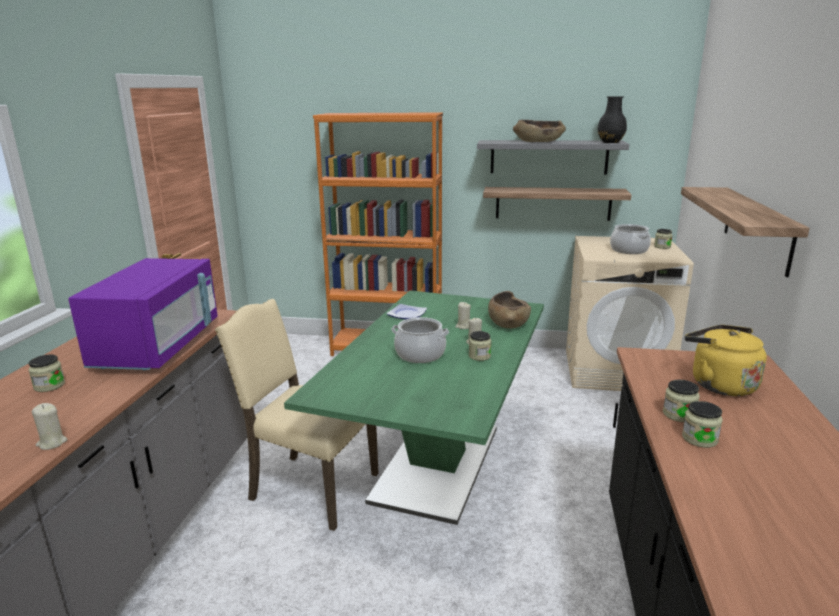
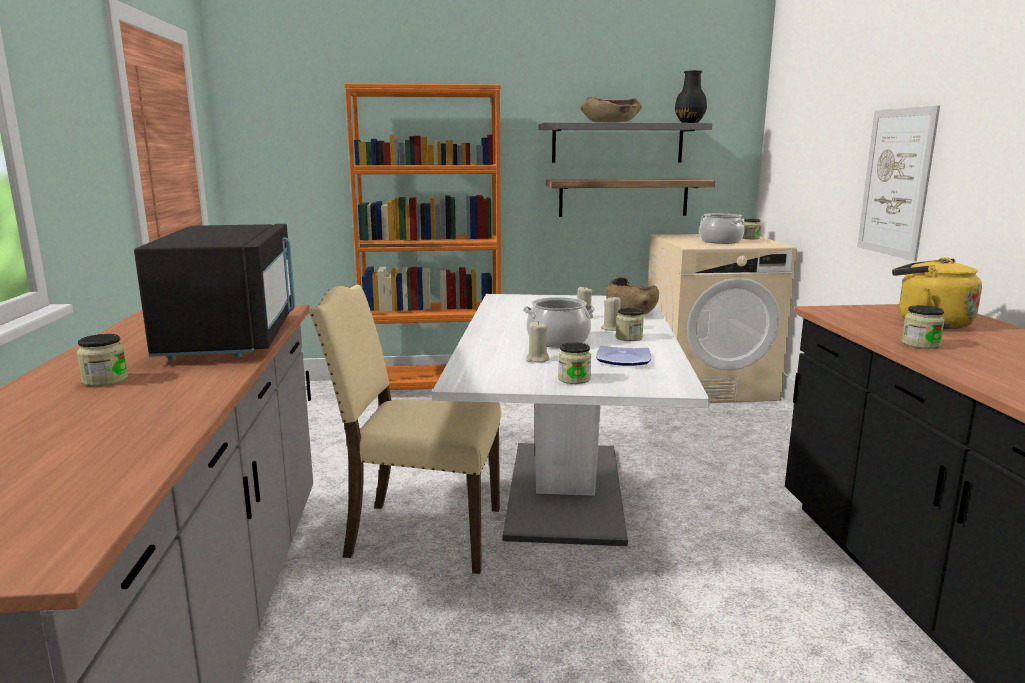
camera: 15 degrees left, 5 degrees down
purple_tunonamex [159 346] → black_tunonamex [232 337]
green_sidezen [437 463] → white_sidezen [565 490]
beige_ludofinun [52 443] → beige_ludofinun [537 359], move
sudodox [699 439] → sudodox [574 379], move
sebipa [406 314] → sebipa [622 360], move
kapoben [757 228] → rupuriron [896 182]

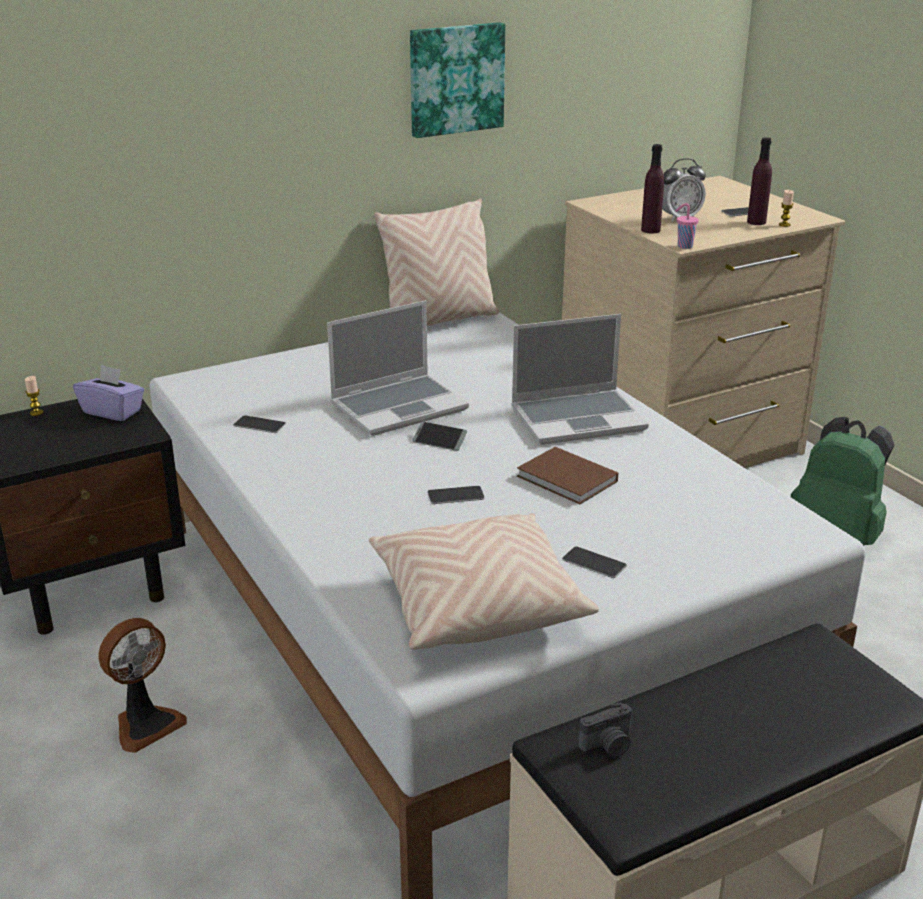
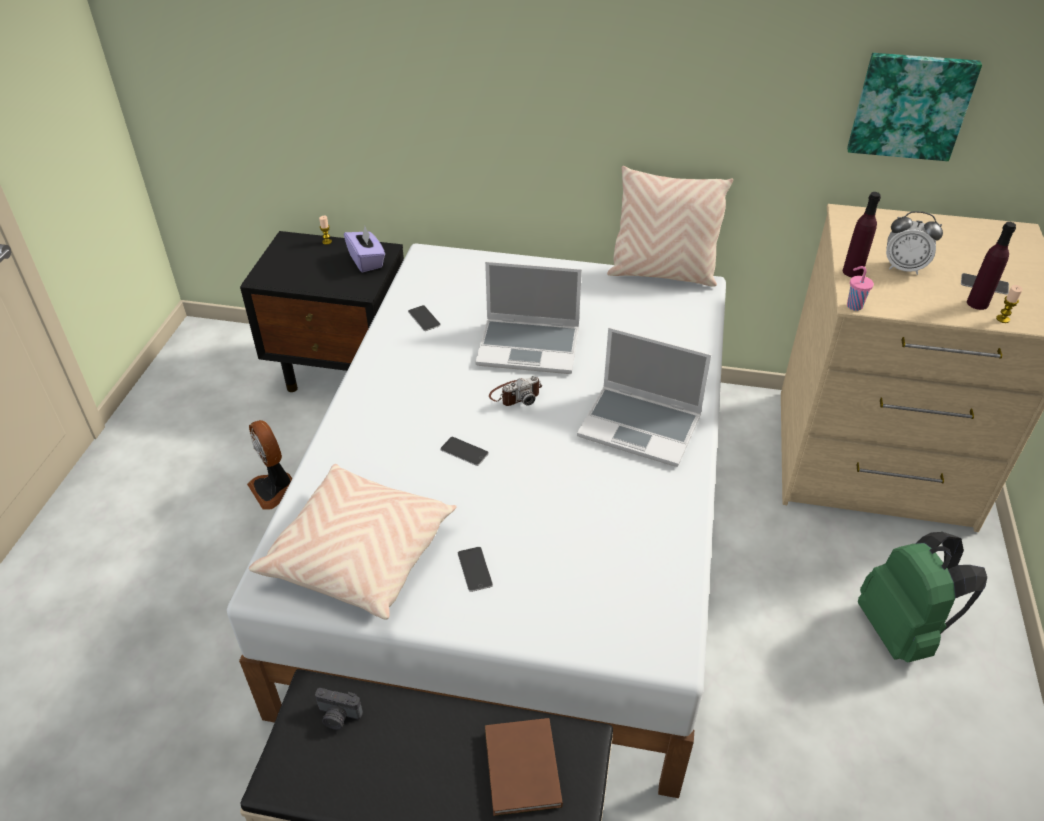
camera: 40 degrees right, 15 degrees up
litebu [145 724] → litebu [274 488], 60 degrees clockwise
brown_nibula [568 480] → brown_nibula [521 770], move
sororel [439 441] → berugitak [515 395]
rupuriron [455 79] → rupuriron [910 105], move

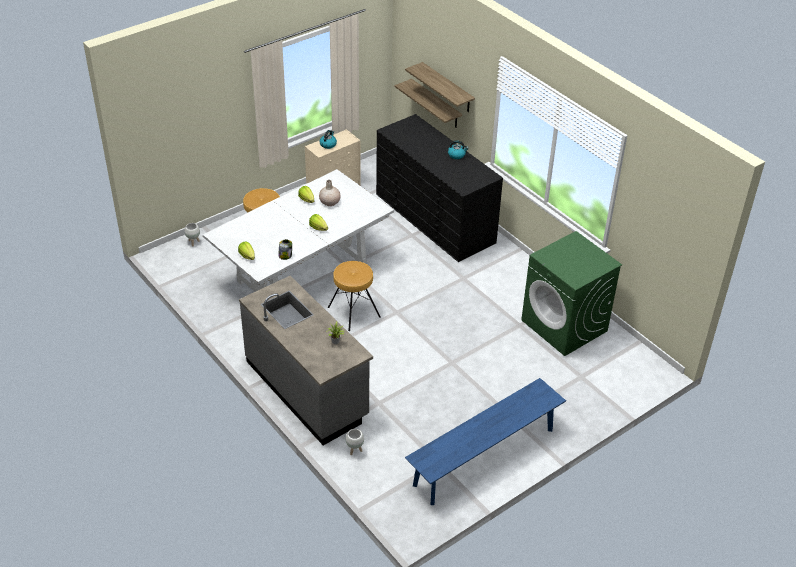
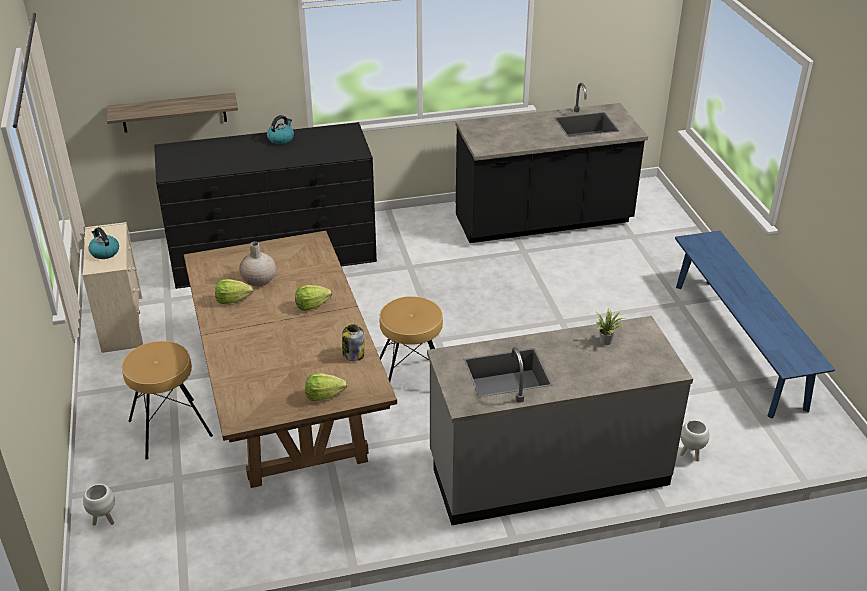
camera: 65 degrees left, 5 degrees down
white_sidezen [301 274] → brown_sidezen [291 409]
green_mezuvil [564 326] → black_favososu [543 221]
kapoben [447 88] → -

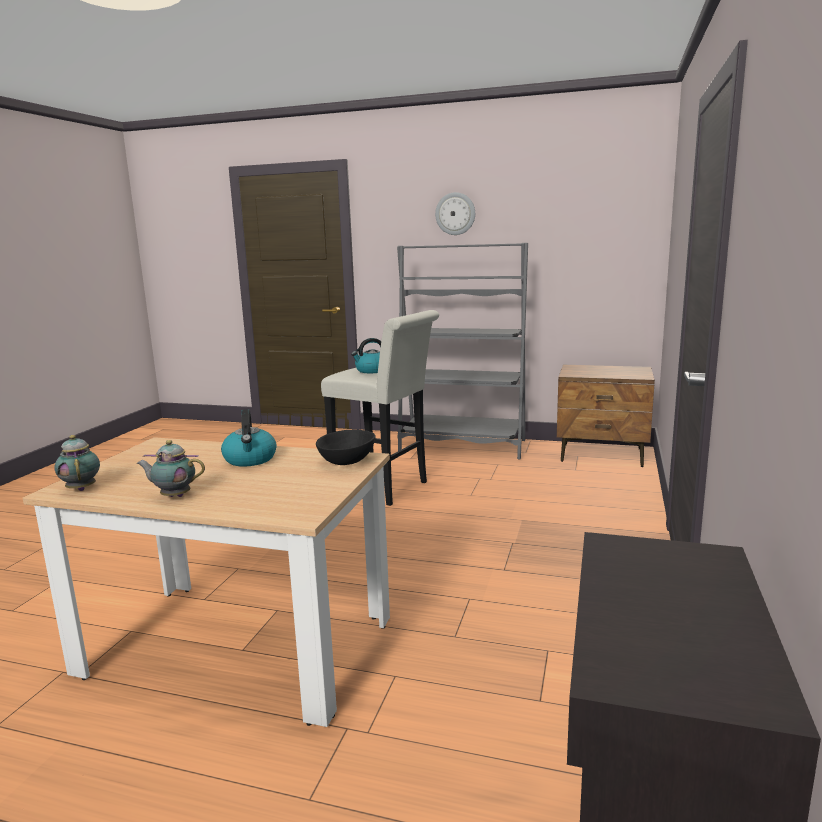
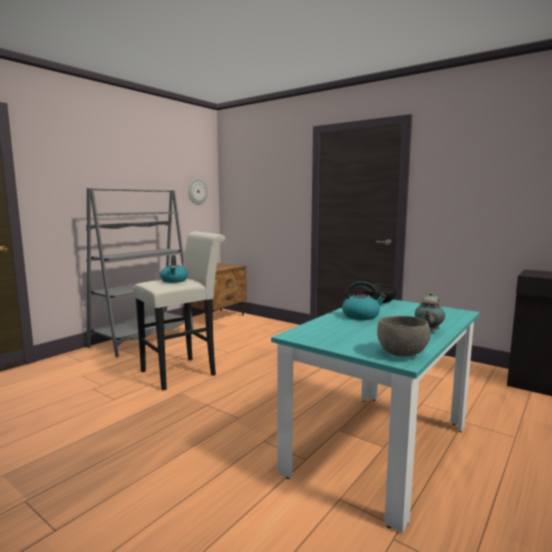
camera: 70 degrees left, 5 degrees down
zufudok [455 214] → zufudok [197 191], move
beige_sidezen [238 646] → turquoise_sidezen [379 448]
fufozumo [82 488] → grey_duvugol [402 354]

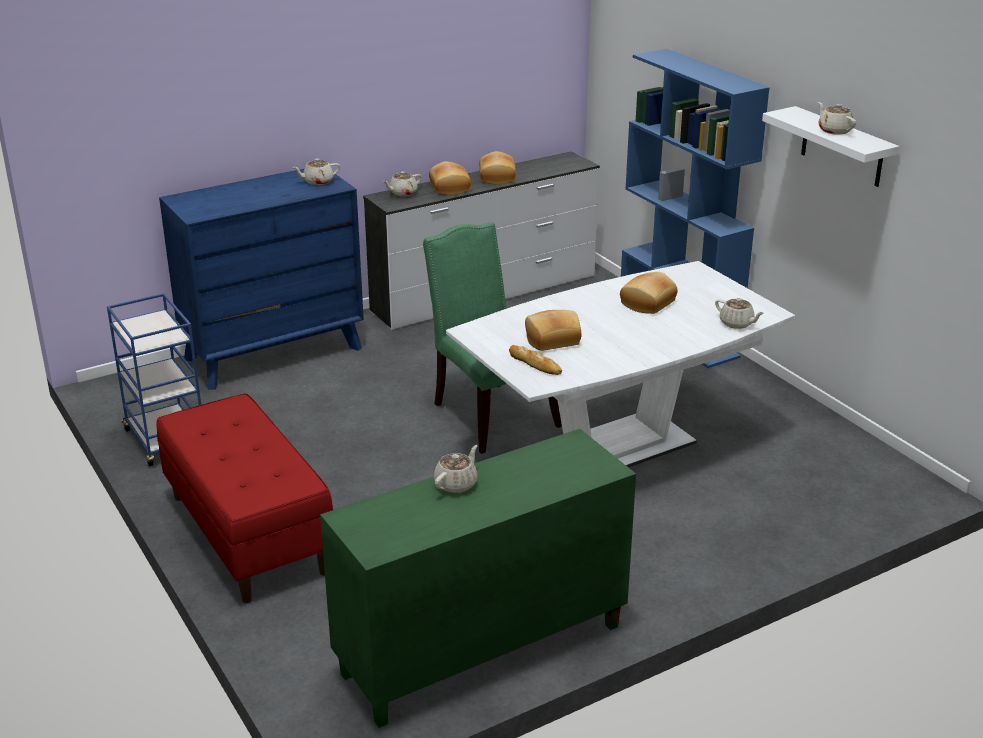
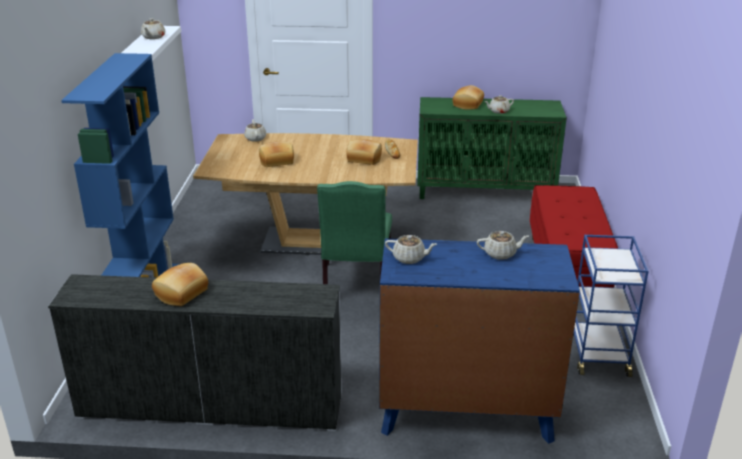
camera: 145 degrees left, 0 degrees up
white_sidezen [615 447] → brown_sidezen [313 242]
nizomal [448 188] → nizomal [468 104], move
beige_fufozumo [402 193] → beige_fufozumo [500 254], move

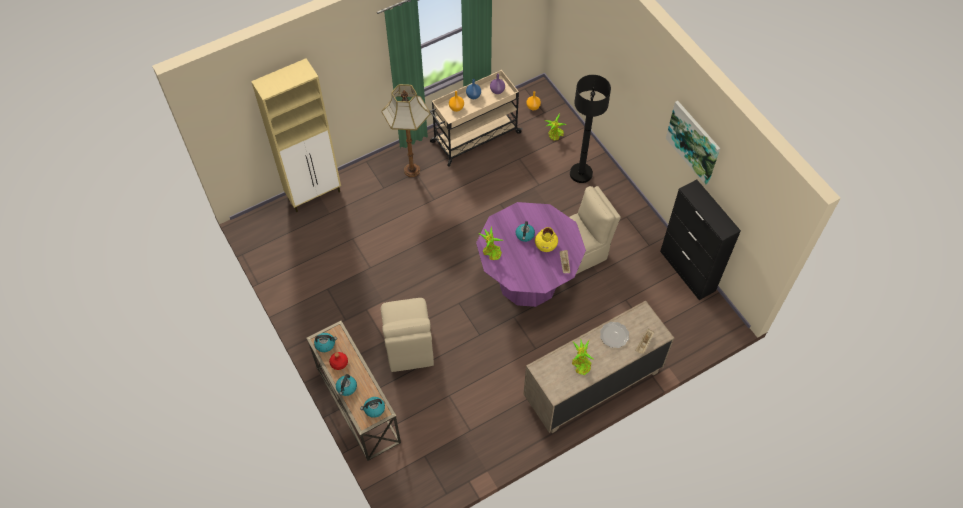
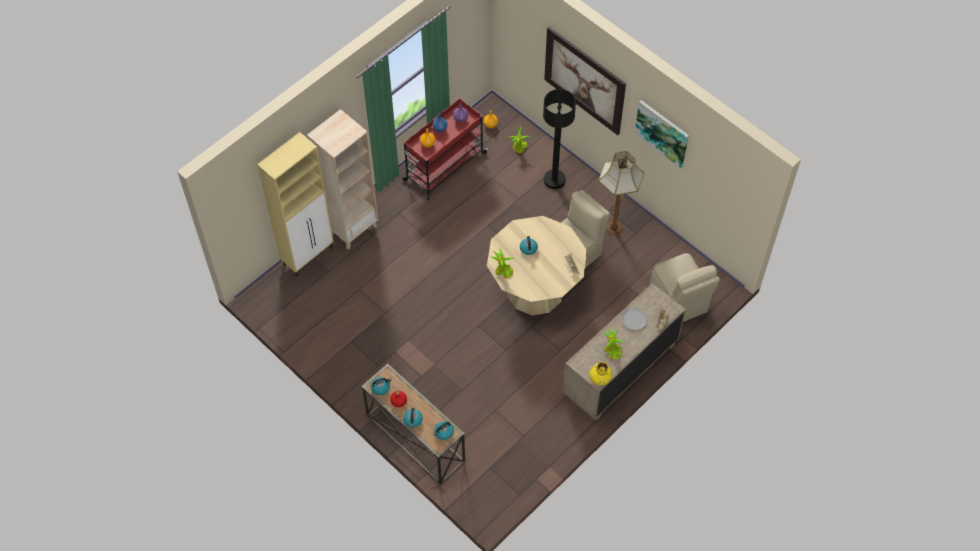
camera: 15 degrees left, 0 degrees up
- → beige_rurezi [351 227]
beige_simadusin [474 138] → red_simadusin [444 167]
purple_sidezen [528 280] → beige_sidezen [535 290]
- → rupuriron [584 80]
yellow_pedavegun [545 245] → yellow_pedavegun [599 378], move
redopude [411 170] → redopude [613 228], move
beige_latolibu [408 346] → beige_latolibu [678 300], move
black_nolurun [687 271] → -

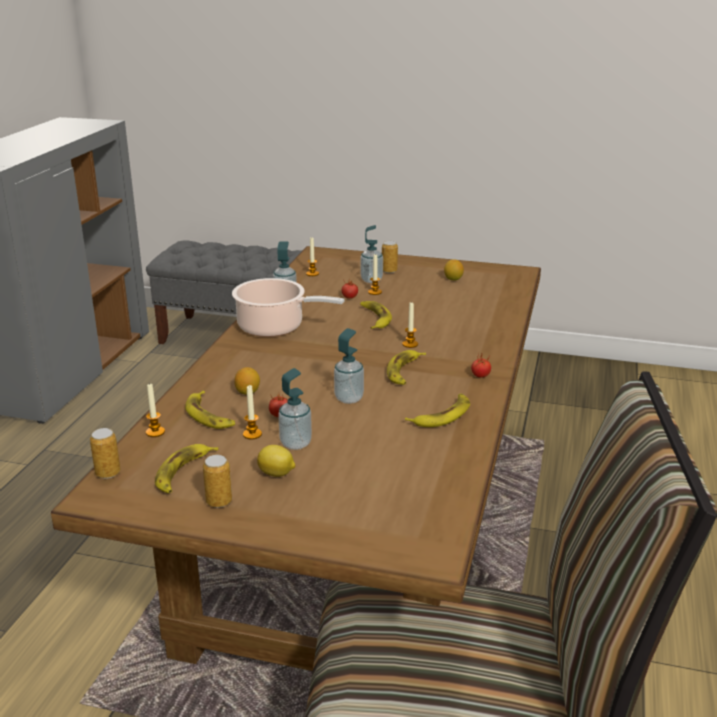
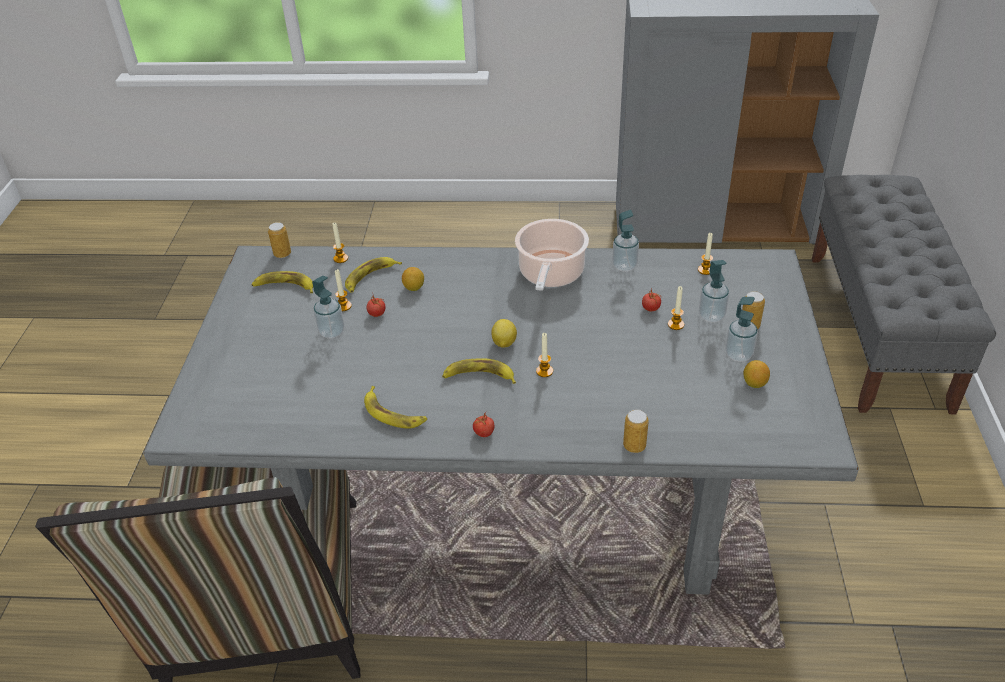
camera: 80 degrees right, 15 degrees up
brown_sidezen [356 544] → grey_sidezen [512 493]
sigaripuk [277 474] → sigaripuk [504 343], move
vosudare [219 502] → vosudare [634 446], move
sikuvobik [349 398] → sikuvobik [738 355], move
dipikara [374 318] → -

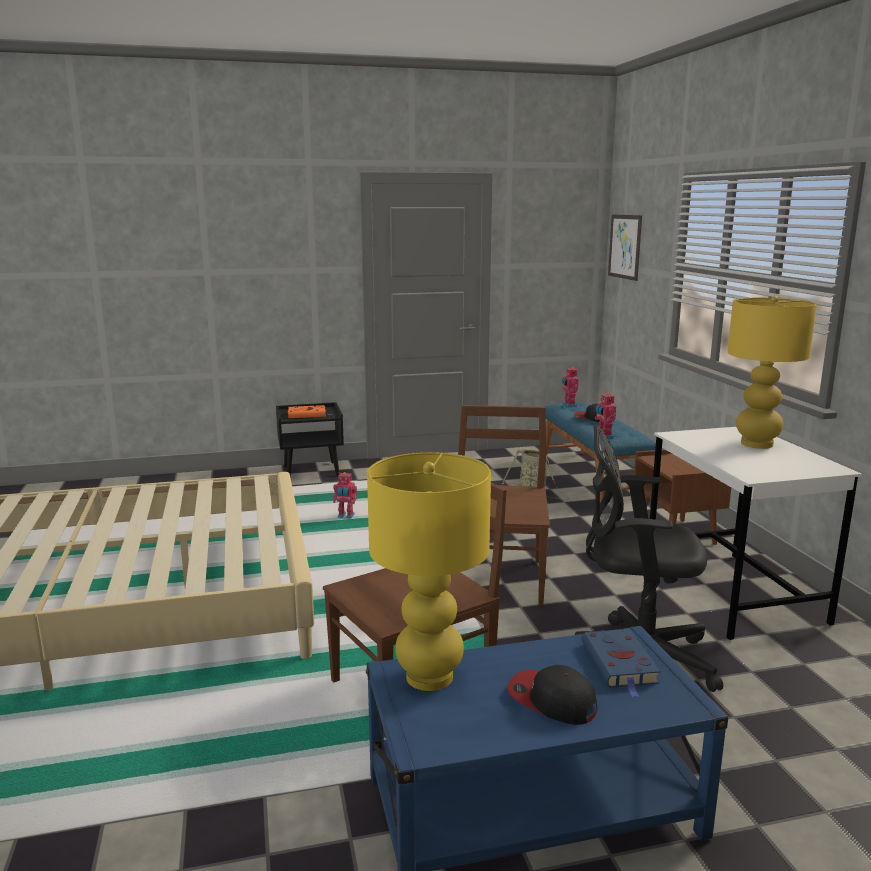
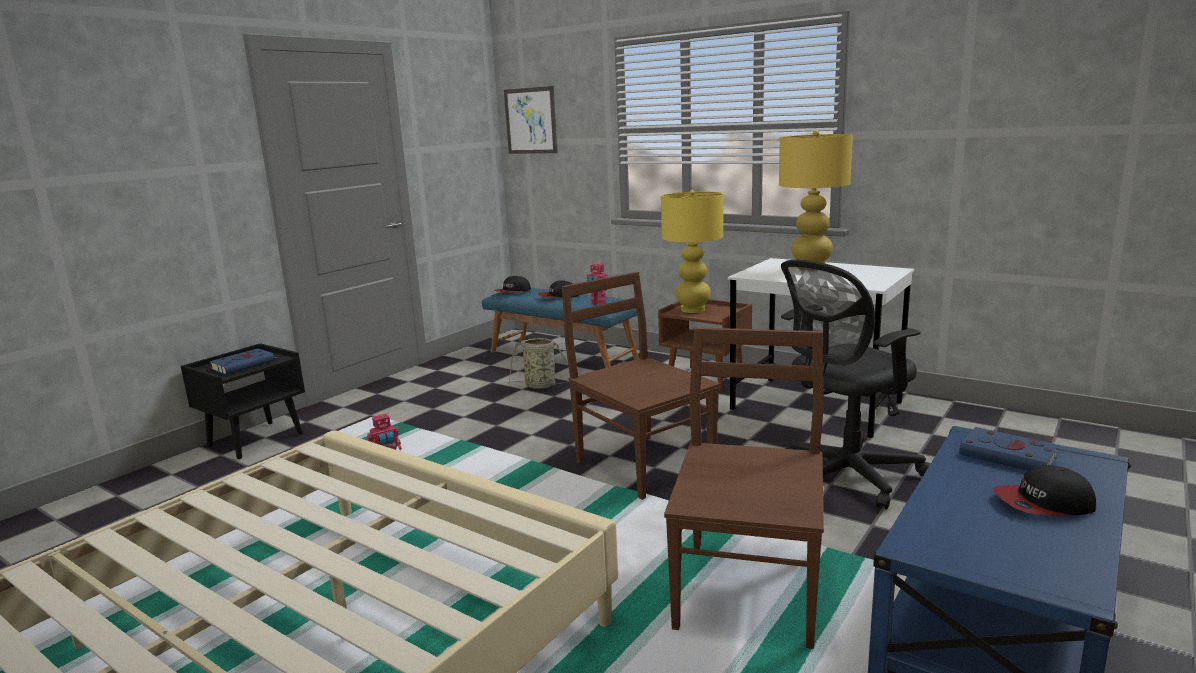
camera: 40 degrees left, 0 degrees up
orange_nibula [308 415] → blue_nibula [245 365]
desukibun [569 405] → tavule [513 291]
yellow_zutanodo [429 677] → yellow_zutanodo [693 309], move

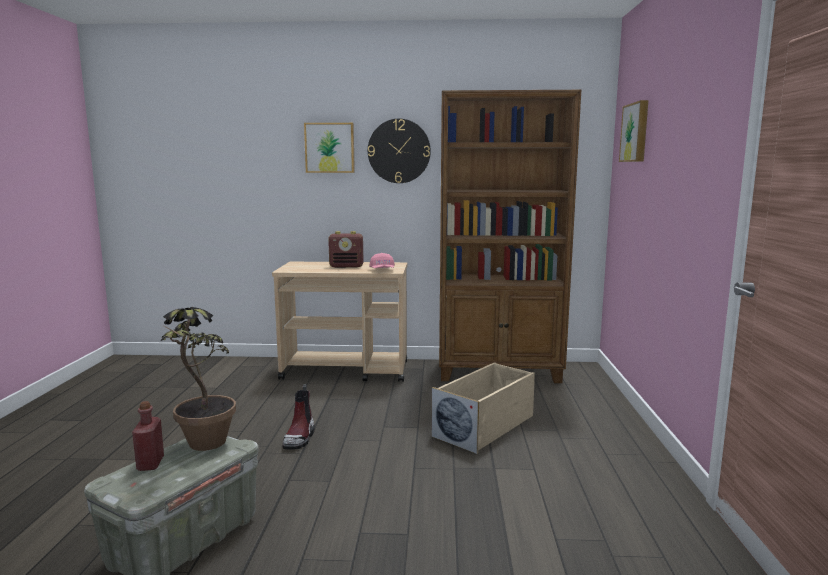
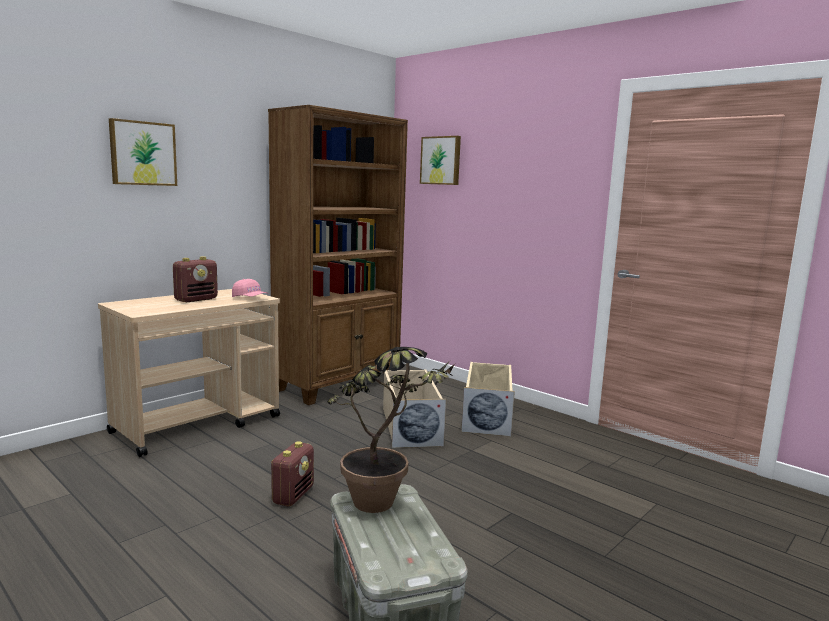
camera: 50 degrees left, 0 degrees up
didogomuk [299 438] → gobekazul [293 495]
- → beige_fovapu [487 415]
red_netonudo [150 463] → -
zufudok [399 151] → -

